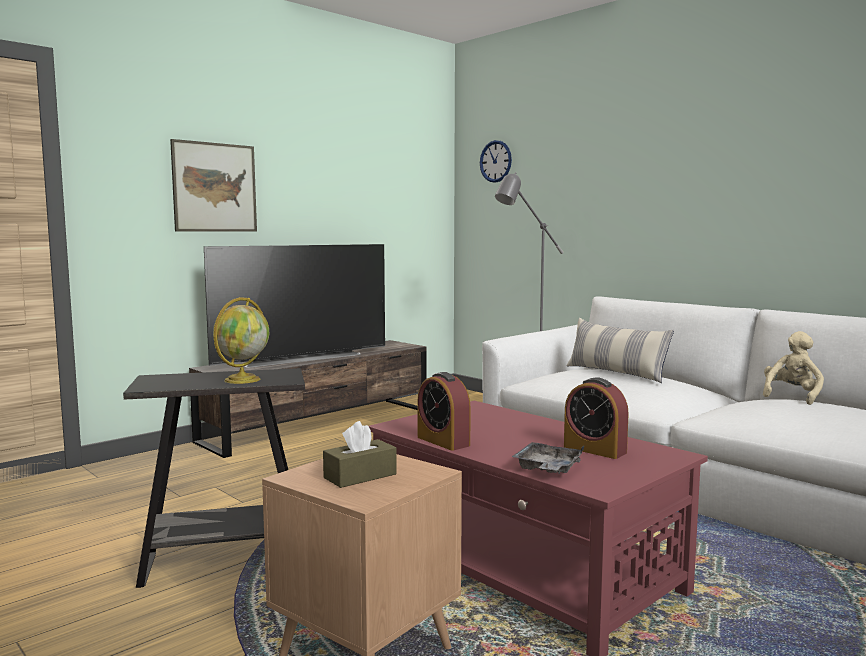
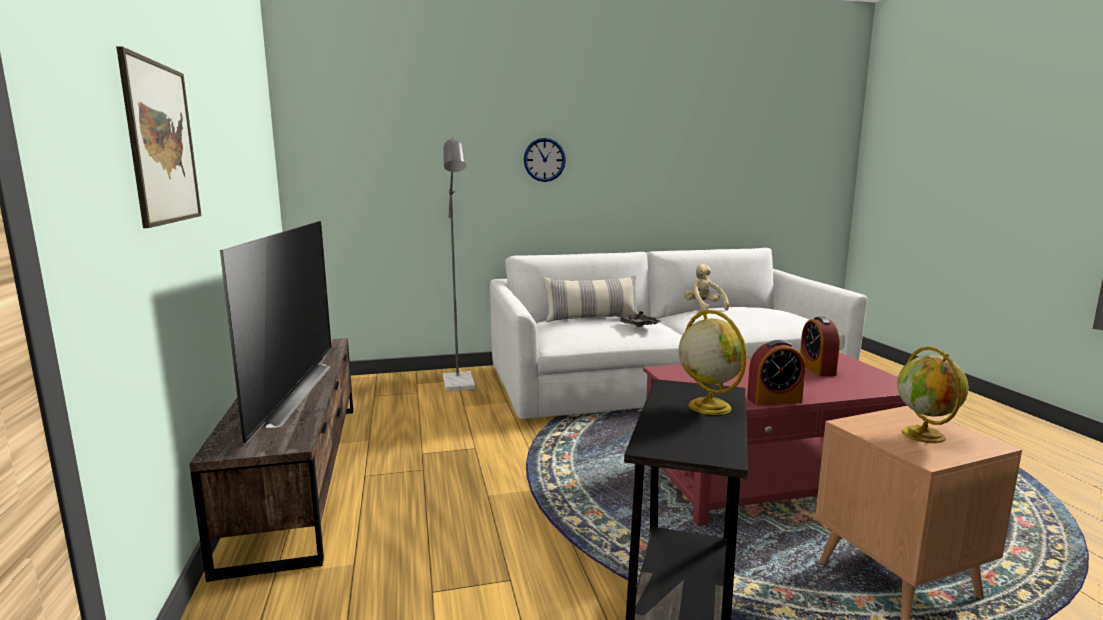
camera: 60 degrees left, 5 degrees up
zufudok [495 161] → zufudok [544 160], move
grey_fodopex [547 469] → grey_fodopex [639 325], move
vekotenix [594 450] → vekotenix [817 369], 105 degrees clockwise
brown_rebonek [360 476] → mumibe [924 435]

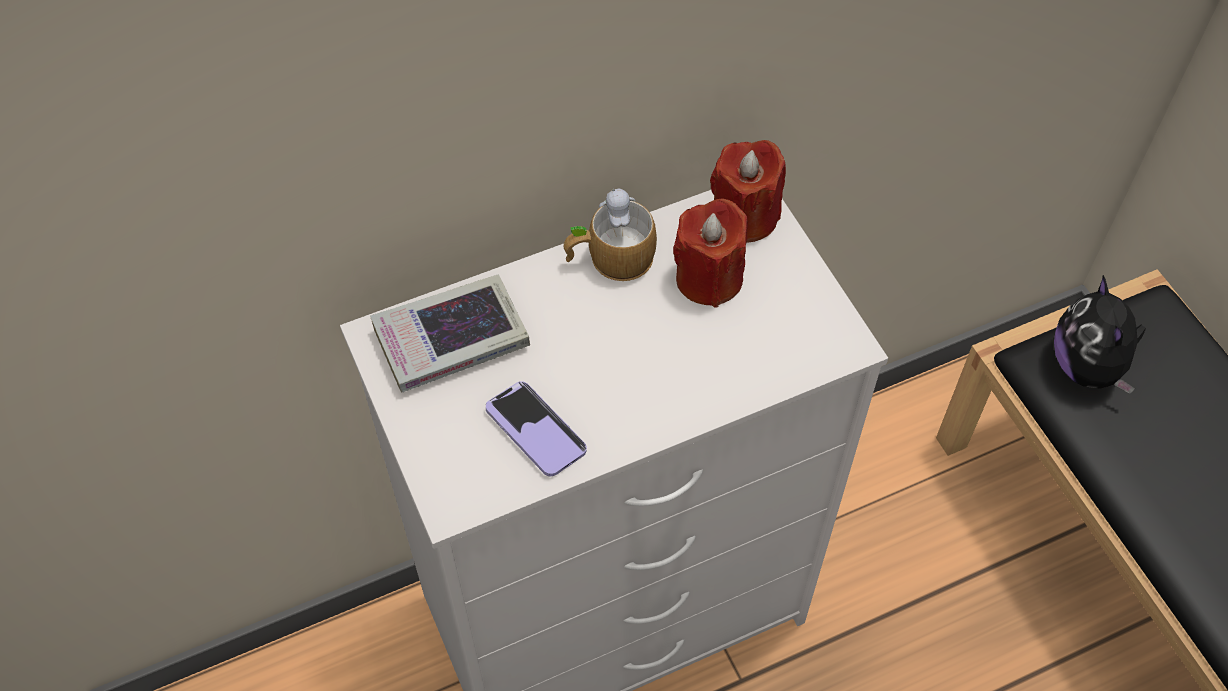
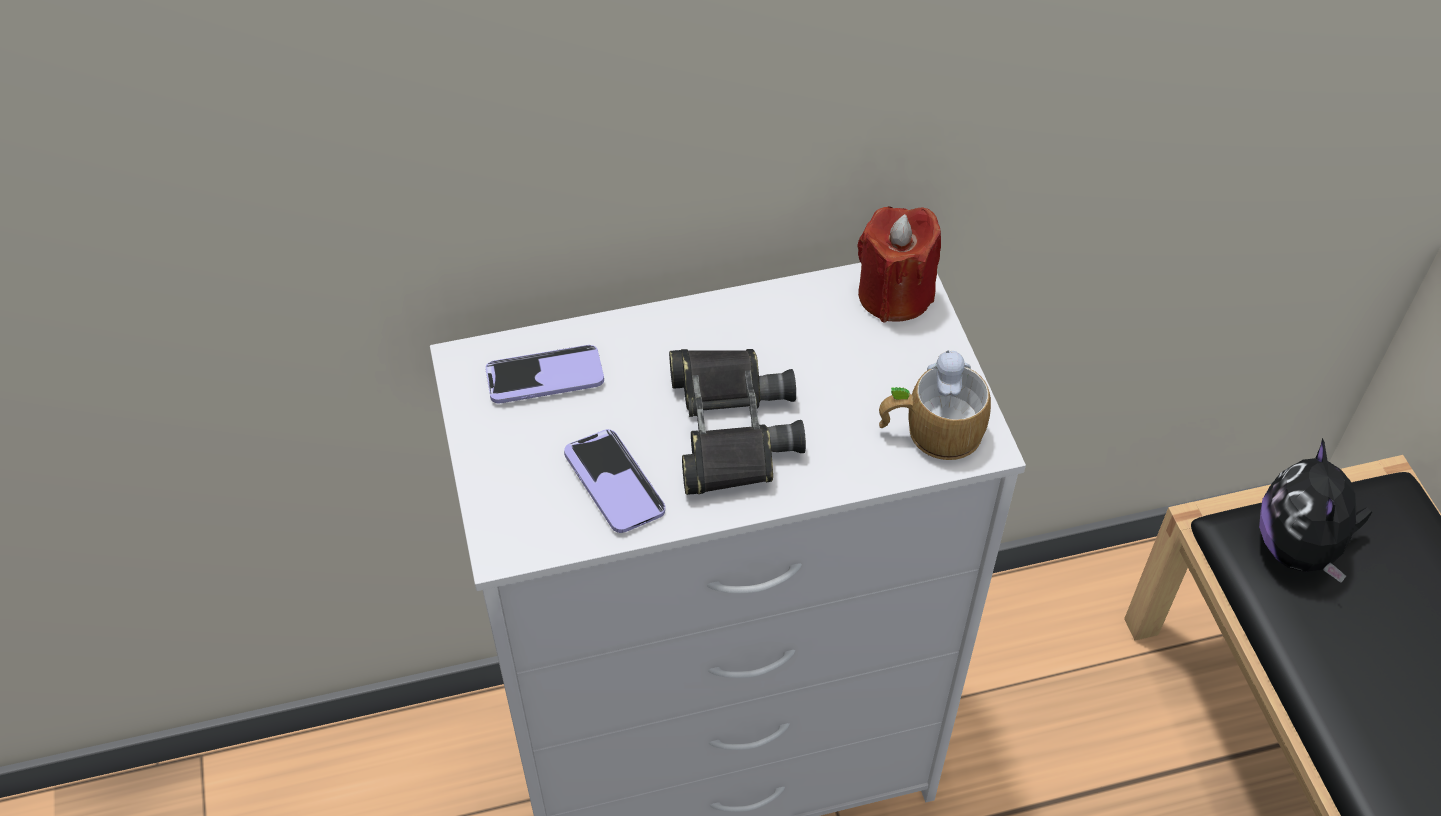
camera: 10 degrees right, 5 degrees down
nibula [451 340] → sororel [545 377]
- → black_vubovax [730 428]
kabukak [609 257] → kabukak [930 430], move
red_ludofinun [709 278] → -

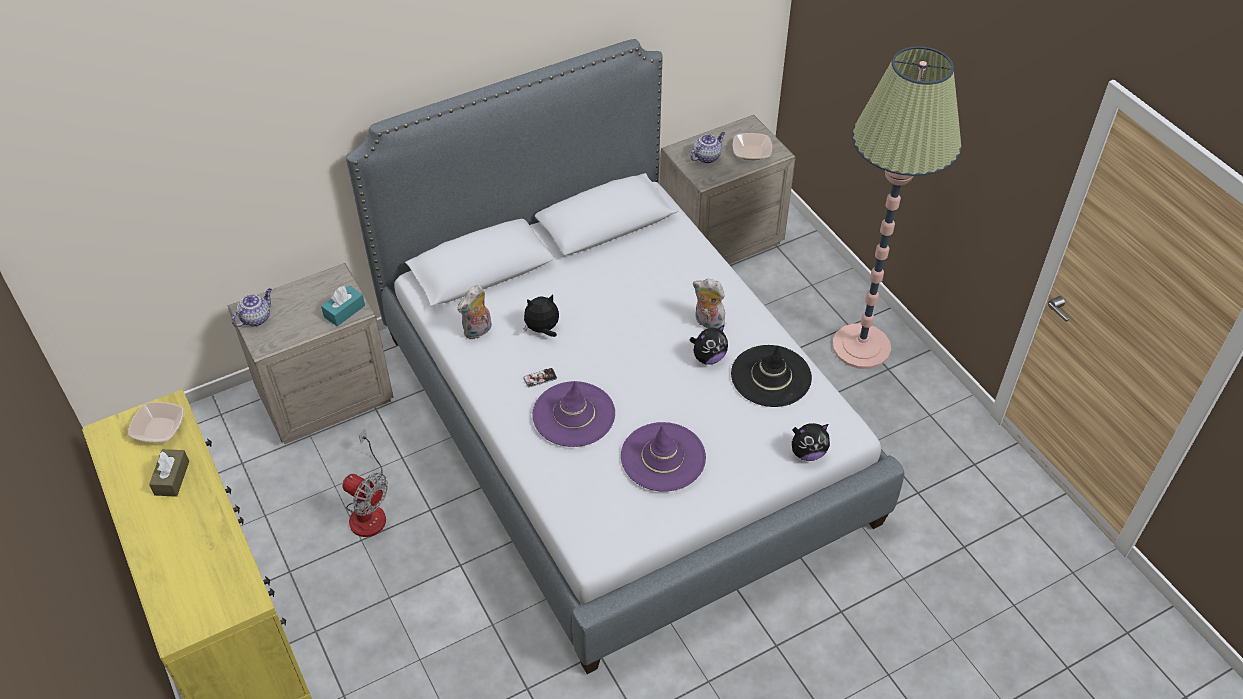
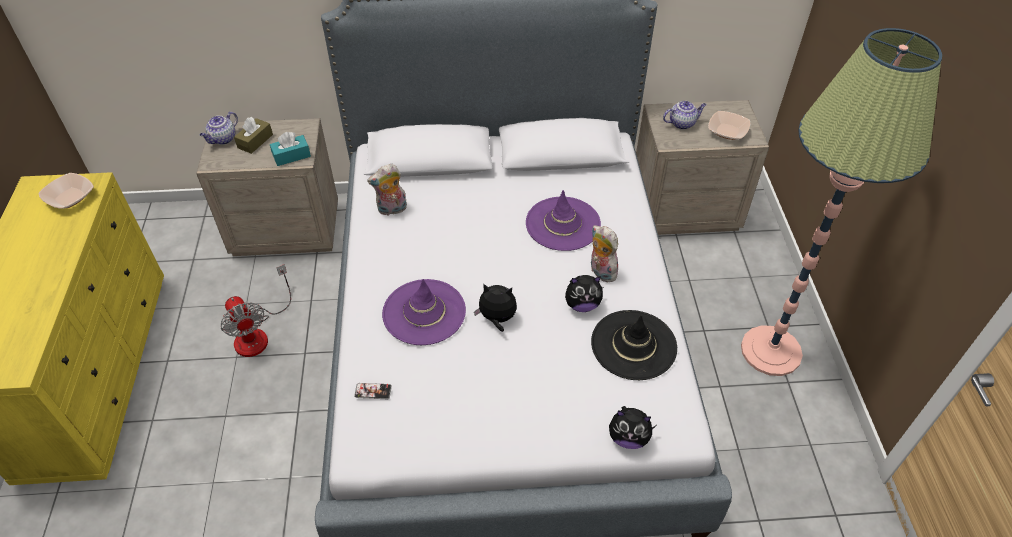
camera: 25 degrees right, 0 degrees up
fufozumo [256 318] → fufozumo [223 139], 150 degrees clockwise
brown_rebonek [172 478] → brown_rebonek [255 141], move
sororel [540 378] → sororel [373 391], move
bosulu [542 330] → bosulu [497 319], move
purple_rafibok [663 457] → purple_rafibok [563 224], move

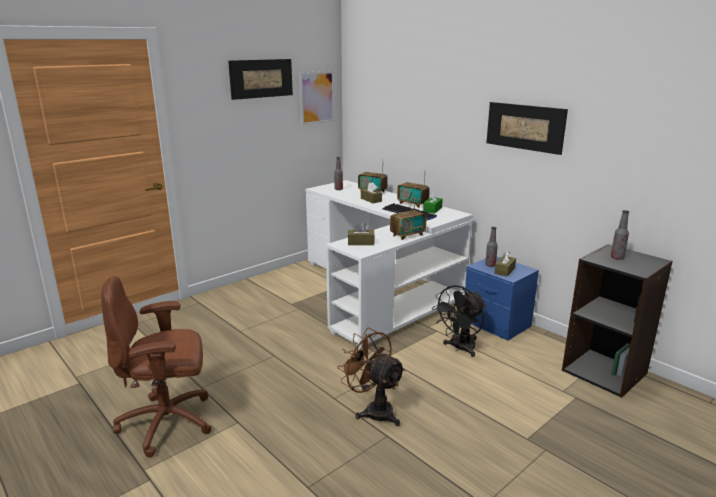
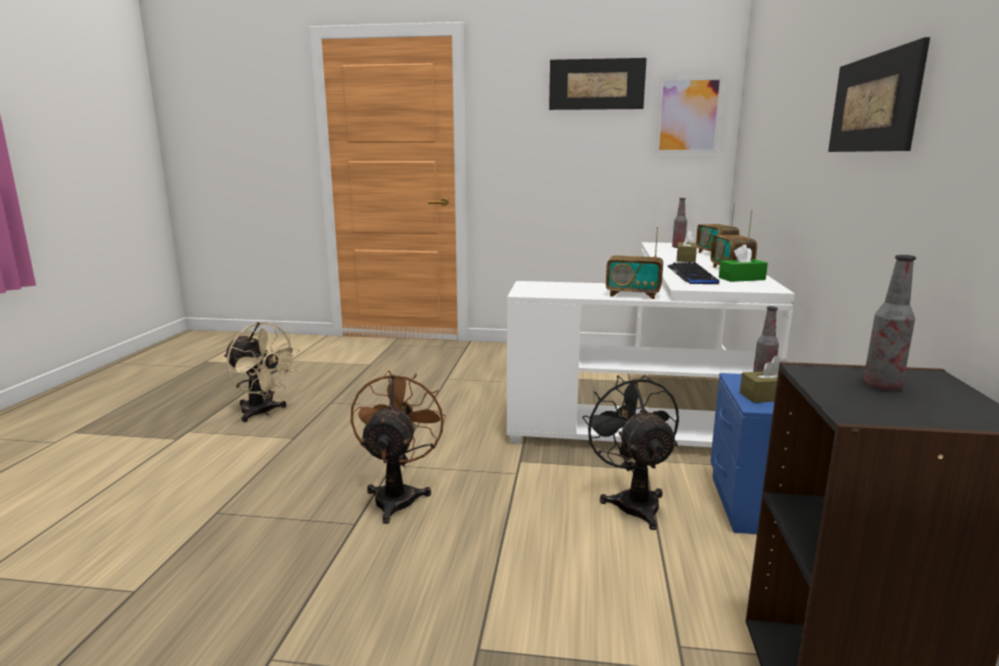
camera: 50 degrees right, 5 degrees down
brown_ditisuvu [168 423] → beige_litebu [262 413]
black_litebu [460 348] → black_litebu [633 501], 75 degrees clockwise
brown_rebonek [361 242] → -

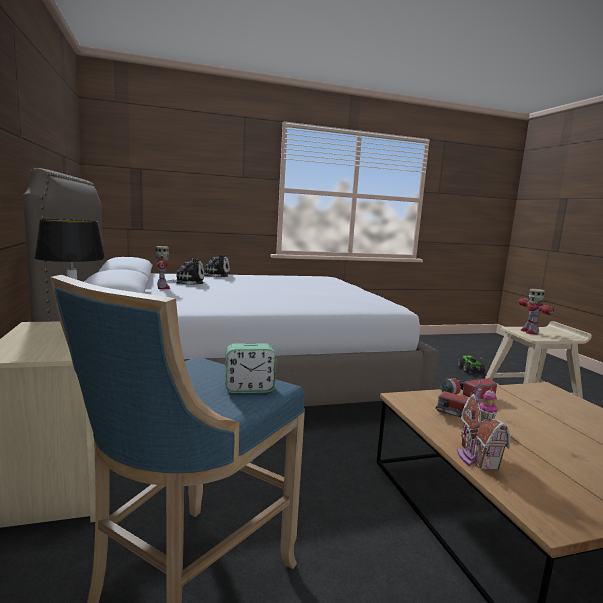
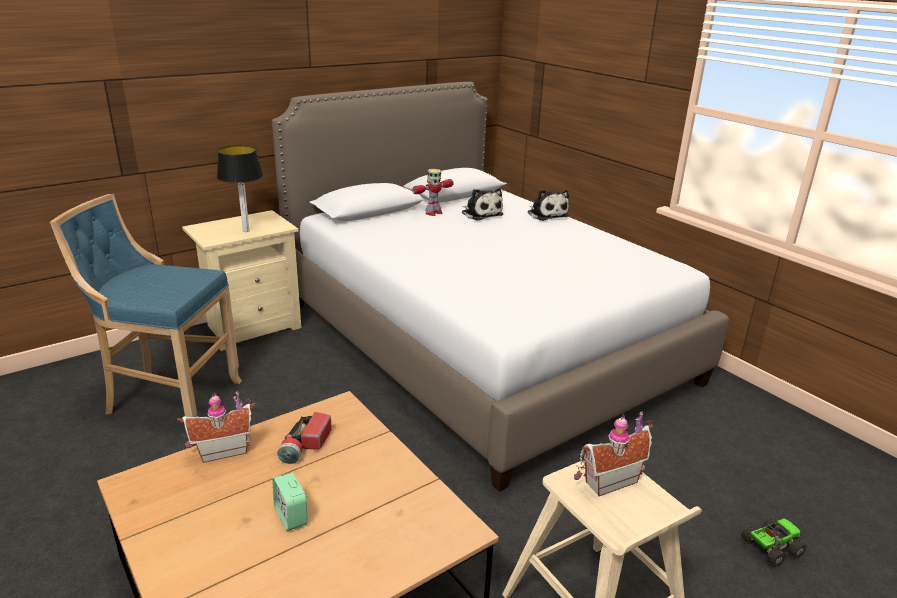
camera: 70 degrees right, 15 degrees up
vekotenix [249 389] → vekotenix [291 516], move
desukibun [529 332] → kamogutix [607 480]
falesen [467 395] → -

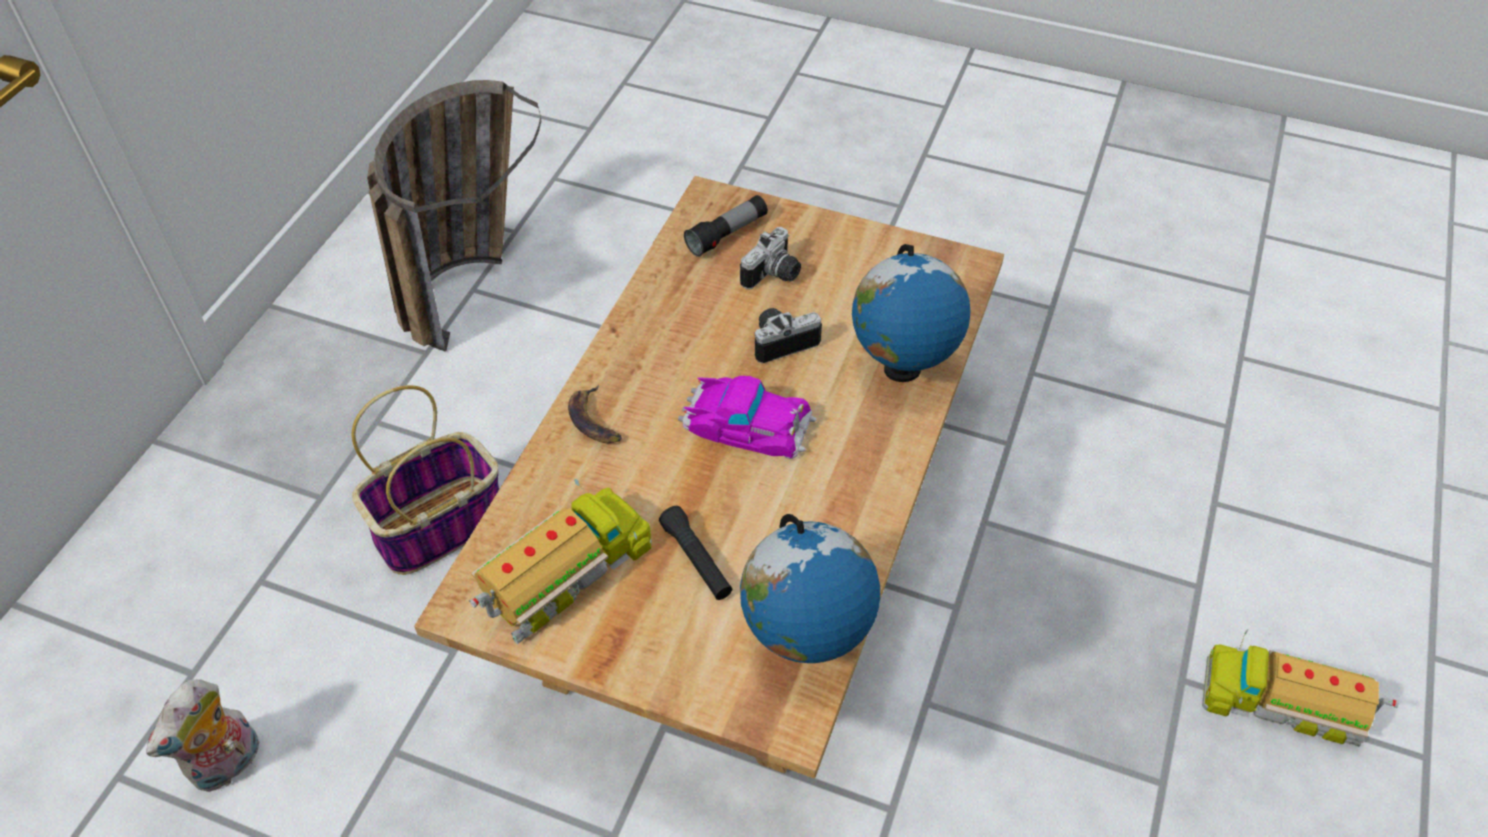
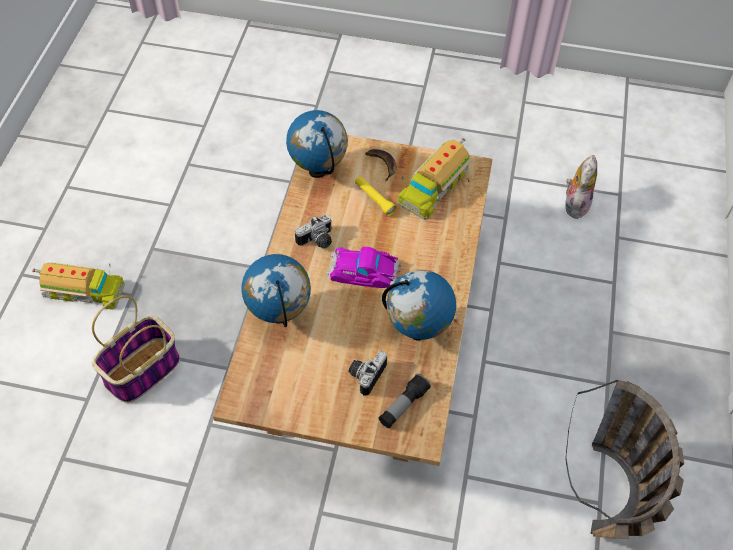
camera: 170 degrees right, 5 degrees up
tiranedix [441 524] → tiranedix [142 372], move
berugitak [781 340] → berugitak [317 241], move
black_falesen [696 560] → yellow_falesen [374 199]
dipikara [594 420] → dipikara [381 164], move
- → mumibe [418 331]

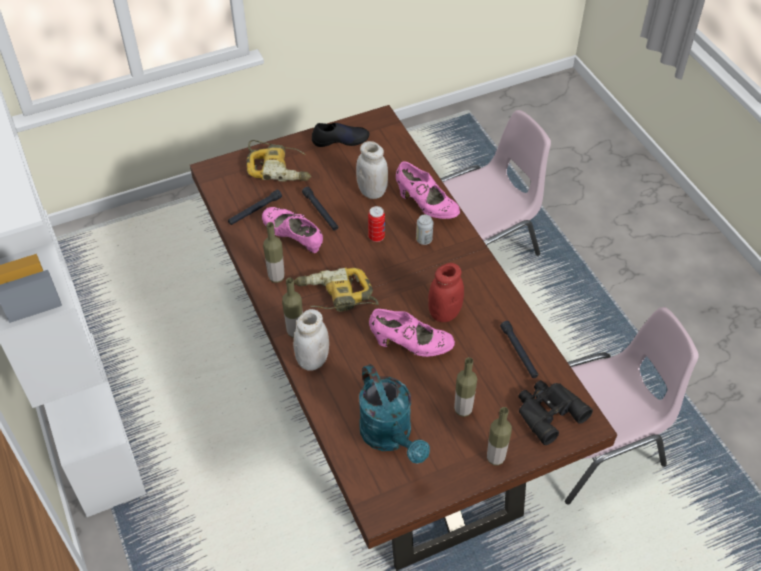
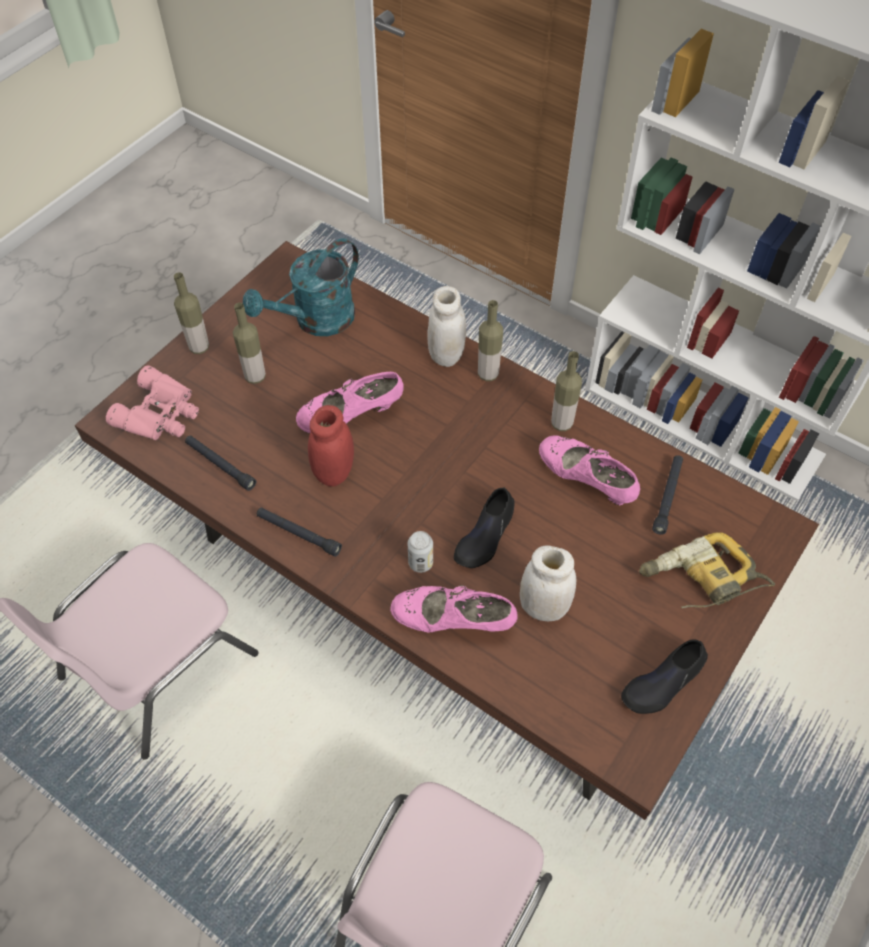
camera: 150 degrees right, 5 degrees up
black_vubovax [547 412] → pink_vubovax [161 414]
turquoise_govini [390 437] → turquoise_govini [315 321], 75 degrees counterclockwise
black_falesen [320 212] → black_falesen [298 534], move
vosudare [376 237] → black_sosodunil [485 536]
pink_sosodunil [293 238] → pink_sosodunil [585 482], 150 degrees counterclockwise
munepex [336 296] → -

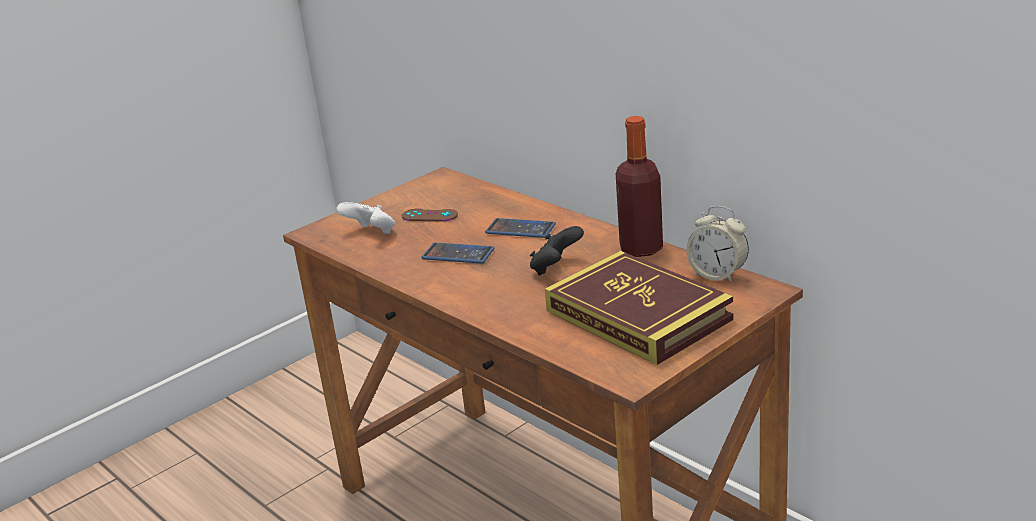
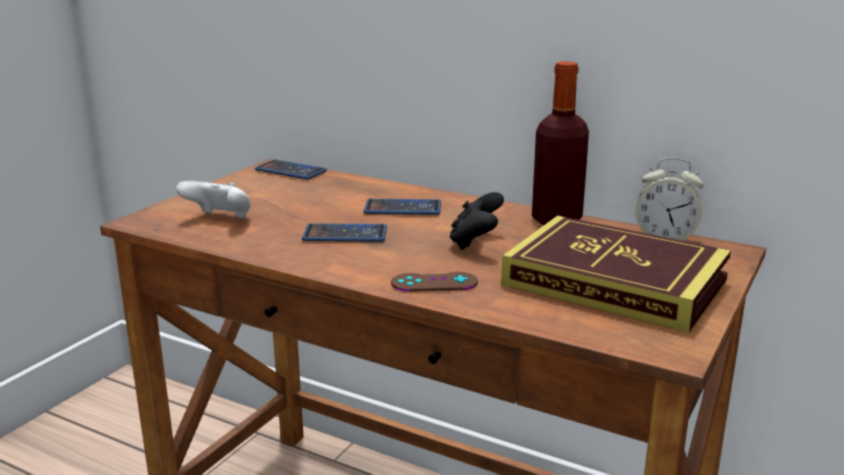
camera: 20 degrees left, 5 degrees down
- → sororel [290 171]
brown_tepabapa [429 215] → brown_tepabapa [434 283], move

